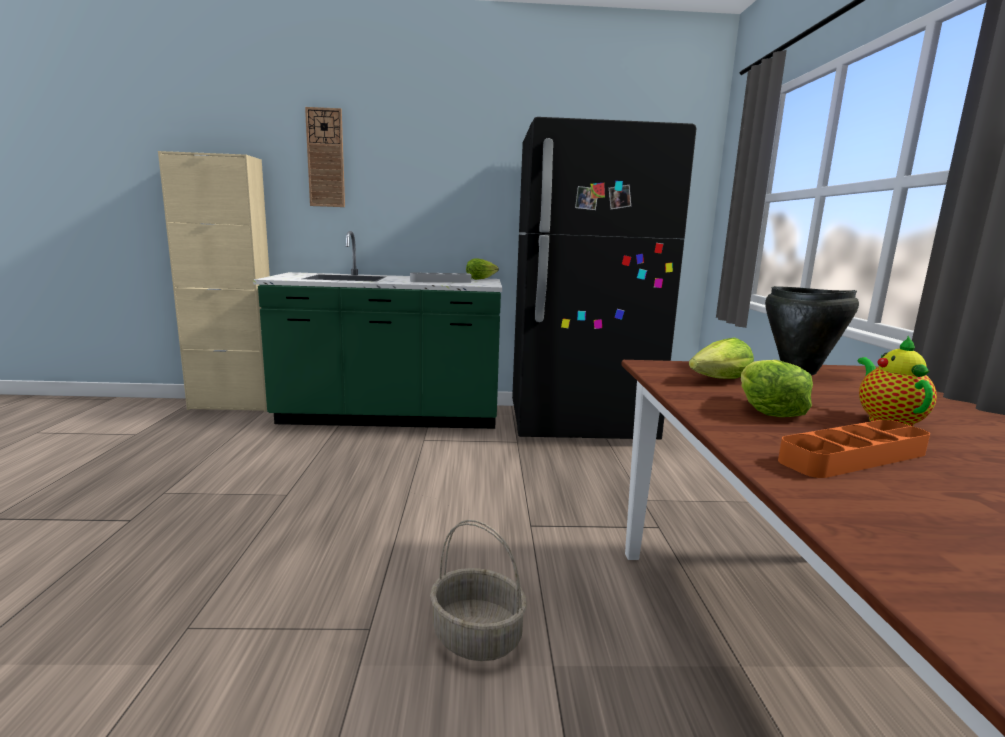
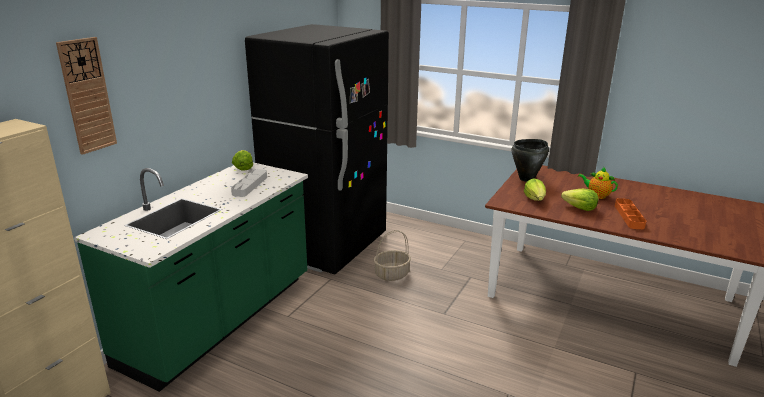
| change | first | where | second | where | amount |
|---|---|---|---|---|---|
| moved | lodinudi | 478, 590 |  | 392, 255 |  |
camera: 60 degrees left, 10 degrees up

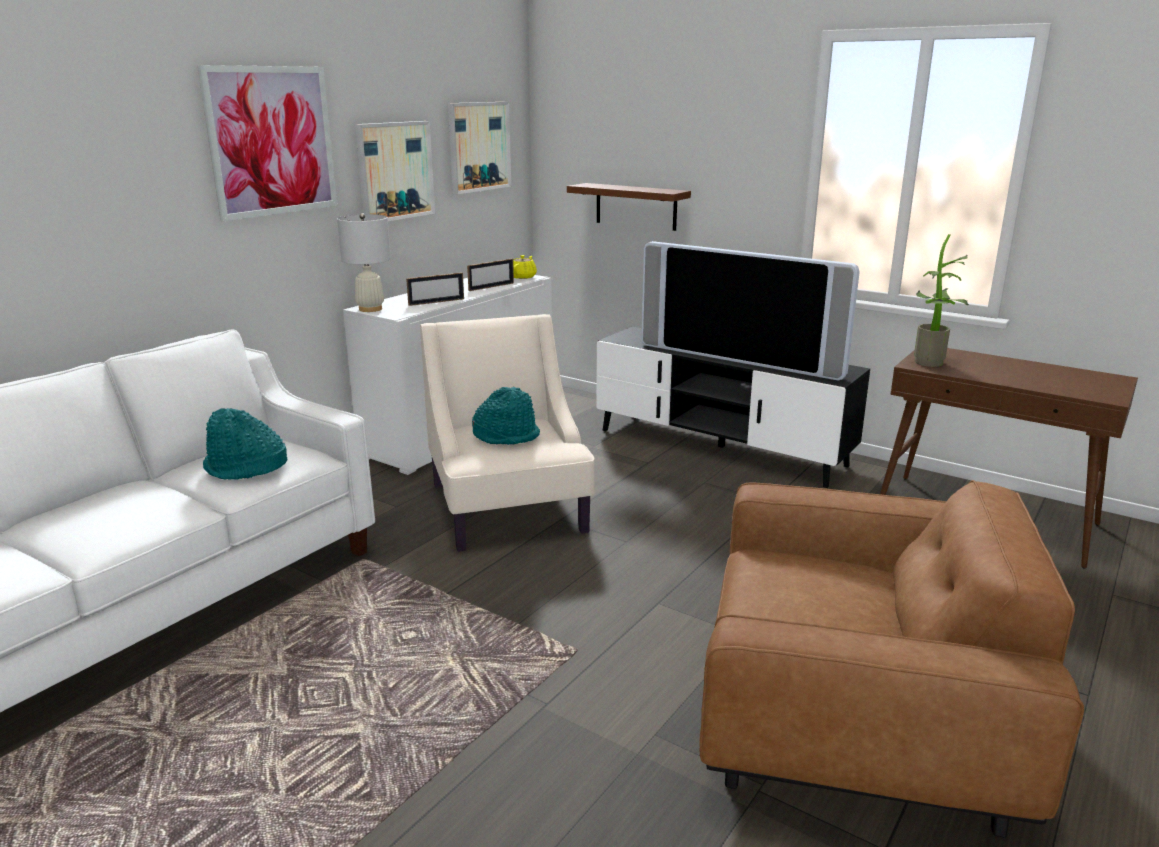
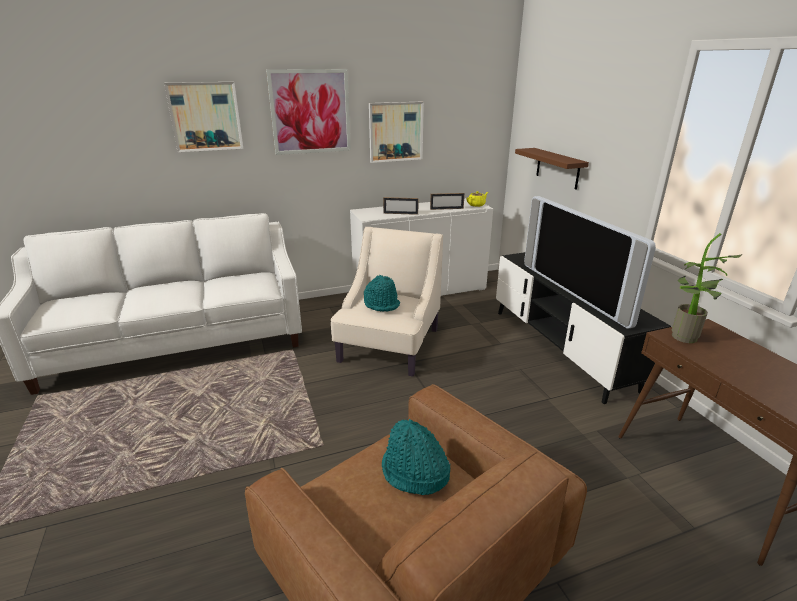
| change | first | where | second | where | amount |
|---|---|---|---|---|---|
| moved | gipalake | 479, 148 |  | 204, 117 |  |
| removed | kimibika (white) | 364, 262 |  |  |  |
| moved | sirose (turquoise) | 245, 444 |  | 416, 457 |  |
camera: 35 degrees right, 5 degrees up

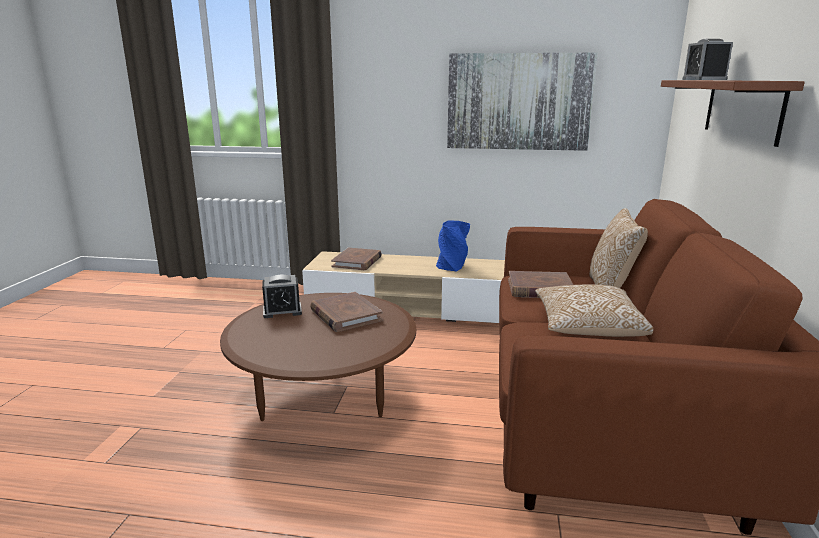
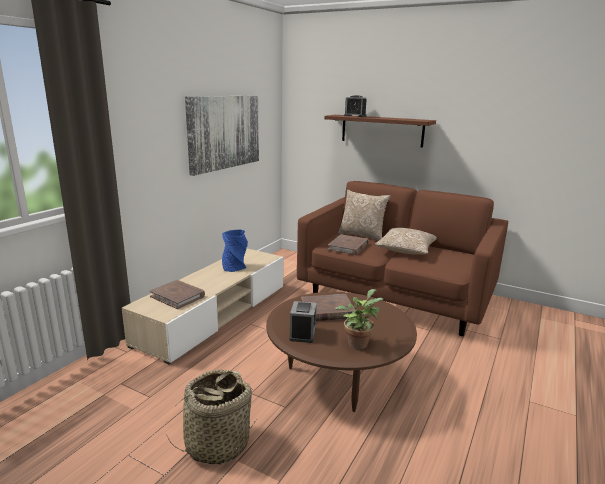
| change | first | where | second | where | amount |
|---|---|---|---|---|---|
| added |  |  | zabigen | 359, 319 |  |
| added |  |  | lodinudi | 211, 417 |  |
camera: 70 degrees left, 0 degrees up

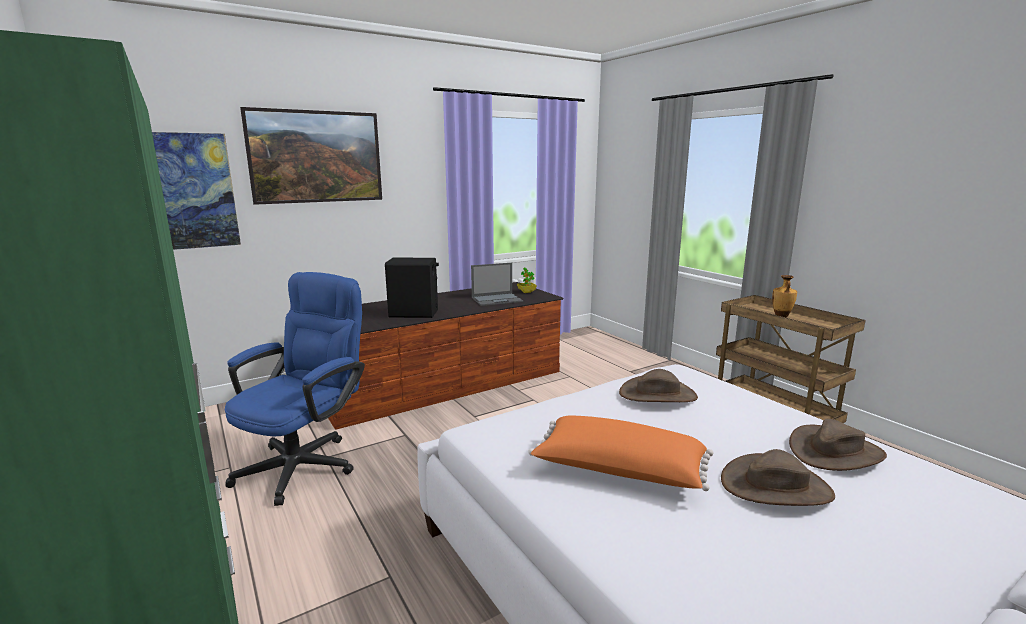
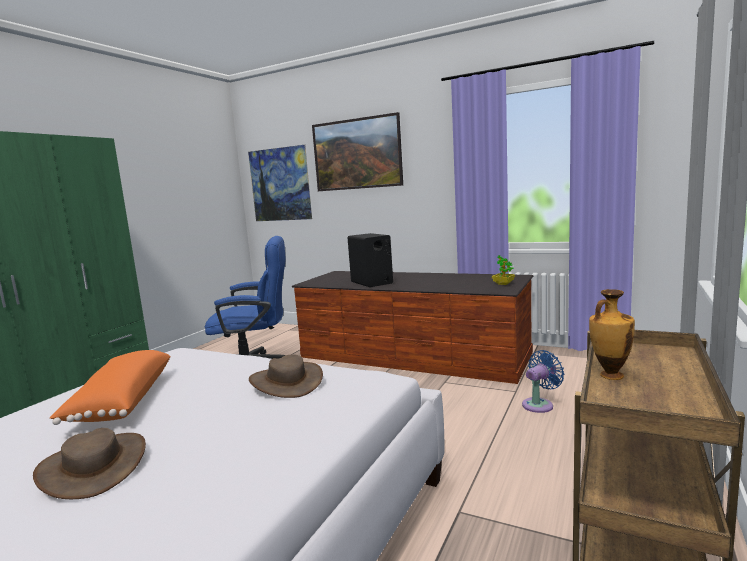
| change | first | where | second | where | amount |
|---|---|---|---|---|---|
| removed | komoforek | 497, 284 |  |  |  |
| removed | sirose (brown) | 838, 445 |  |  |  |
| added |  |  | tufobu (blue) | 543, 381 |  |
camera: 60 degrees right, 5 degrees down

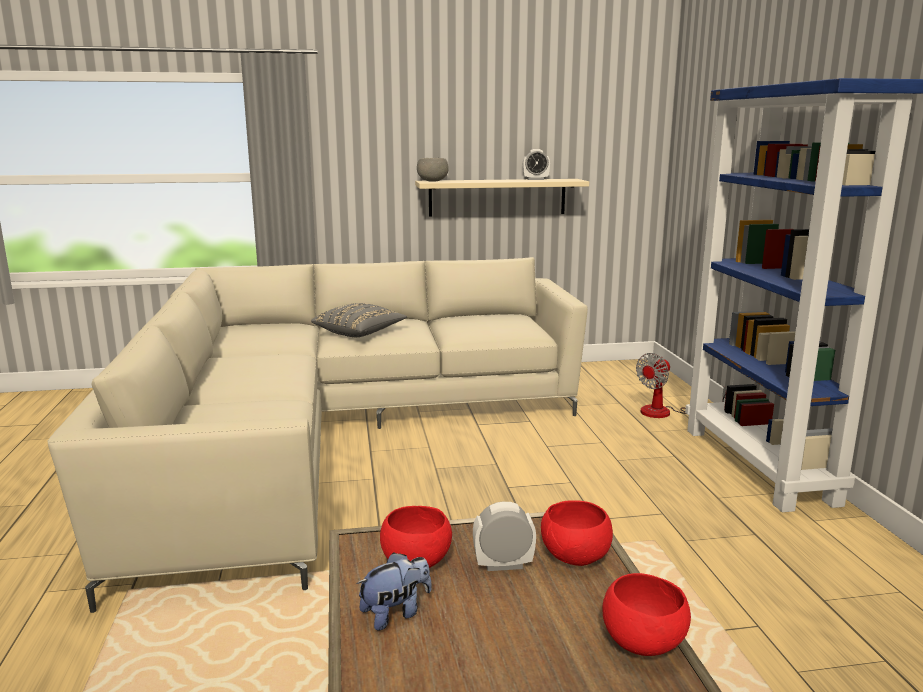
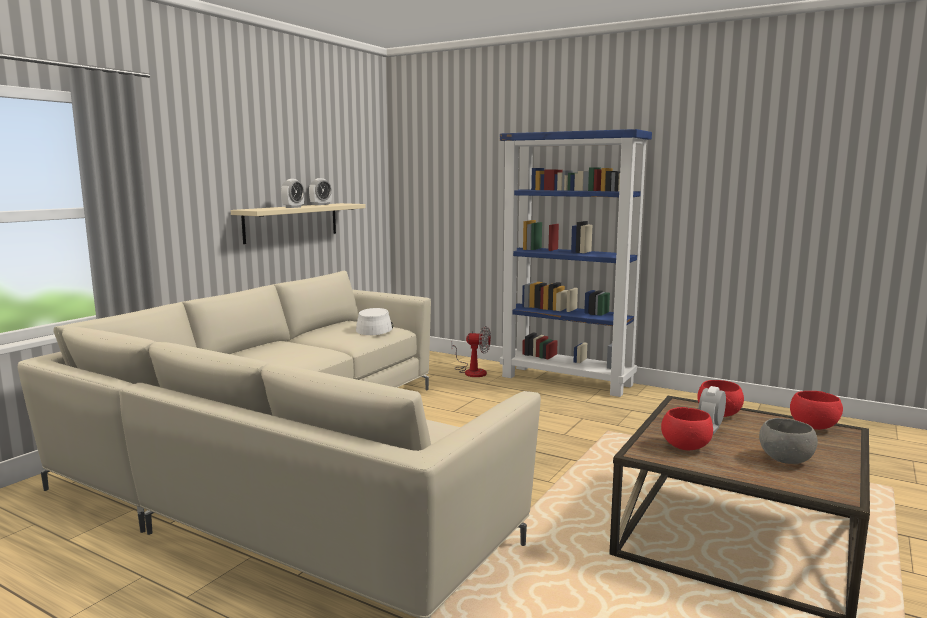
| change | first | where | second | where | amount |
|---|---|---|---|---|---|
| moved | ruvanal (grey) | 433, 170 |  | 788, 441 |  |
| removed | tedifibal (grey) | 359, 320 |  |  |  |
| turned | tufobu | 681, 385 |  | 471, 351 | 75 degrees counterclockwise |
| removed | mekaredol | 394, 591 |  |  |  |
| added |  |  | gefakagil | 292, 193 |  |
| added |  |  | sirose (white) | 375, 321 |  |
camera: 50 degrees left, 5 degrees down

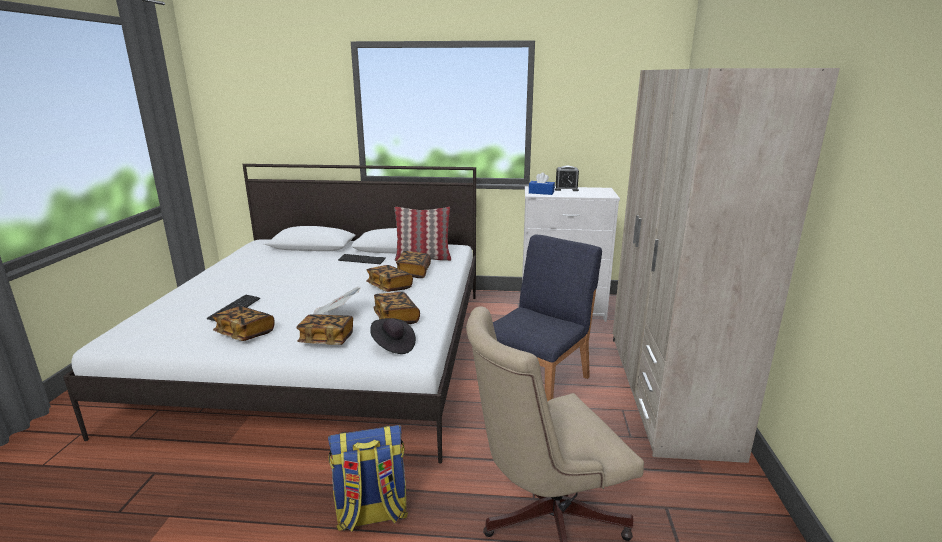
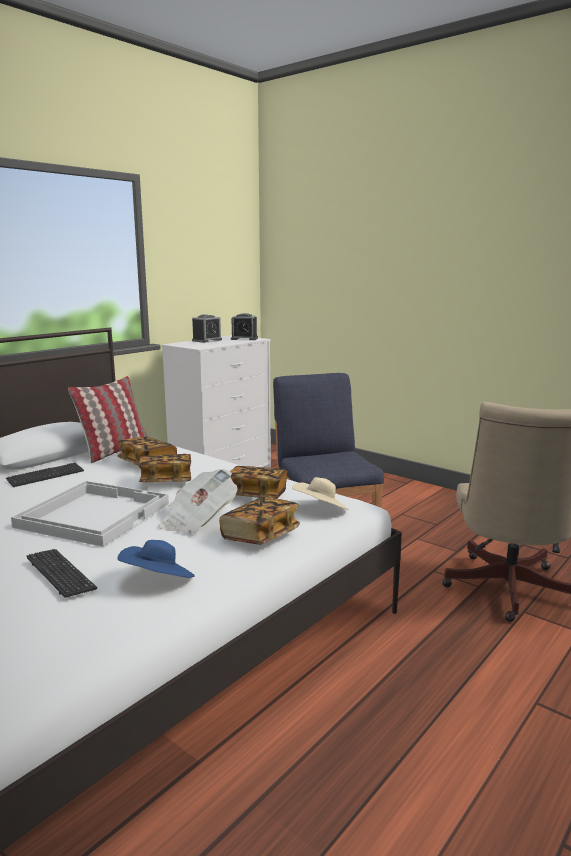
| change | first | where | second | where | amount |
|---|---|---|---|---|---|
| removed | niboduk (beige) | 726, 265 |  |  |  |
| removed | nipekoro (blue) | 542, 183 |  |  |  |
| replaced | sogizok | 243, 323 | sirose (blue) | 156, 559 |  |
| recoloured | sirose (black) | 393, 336 | sirose (beige) | 320, 493 |  |
| removed | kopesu | 368, 478 |  |  |  |
| added |  |  | gefakagil | 244, 326 |  |
| added |  |  | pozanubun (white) | 90, 514 |  |
camera: 55 degrees left, 5 degrees down

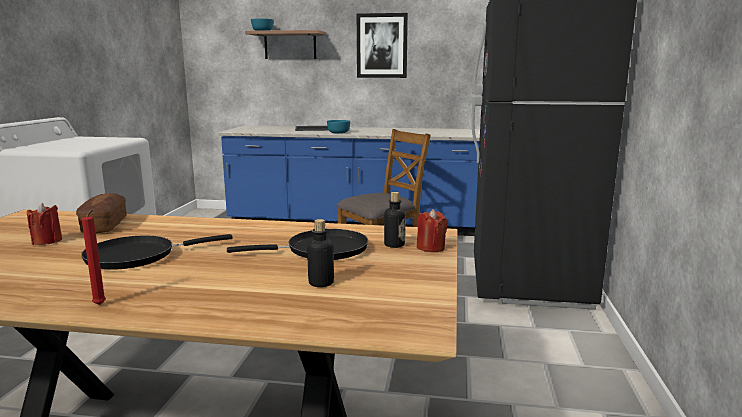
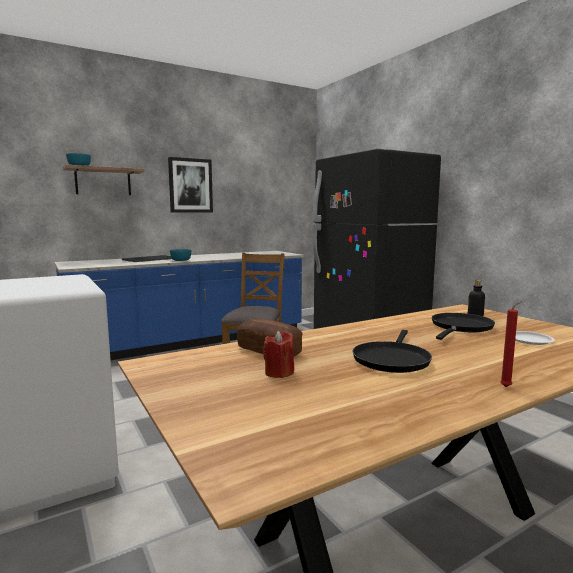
| change | first | where | second | where | amount |
|---|---|---|---|---|---|
| removed | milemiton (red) | 432, 230 |  |  |  |
| replaced | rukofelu | 320, 253 | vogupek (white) | 535, 338 |  |
camera: 40 degrees left, 5 degrees down

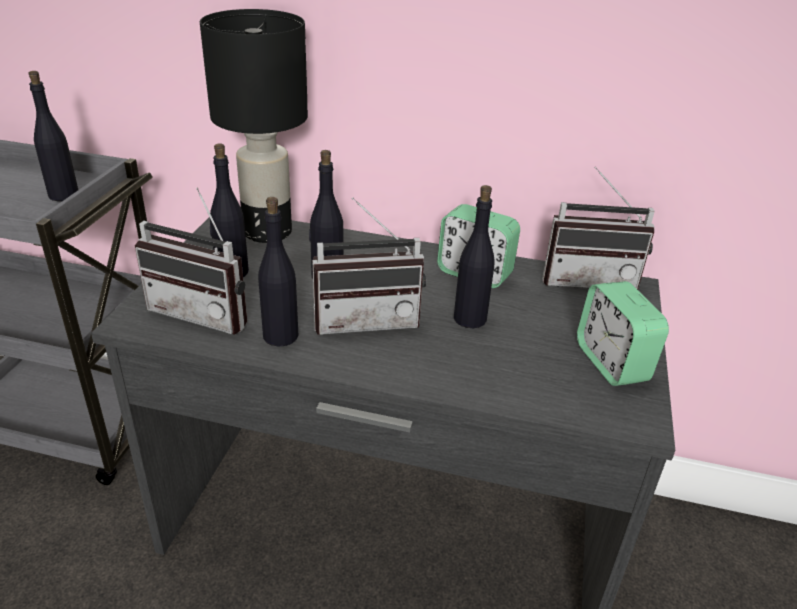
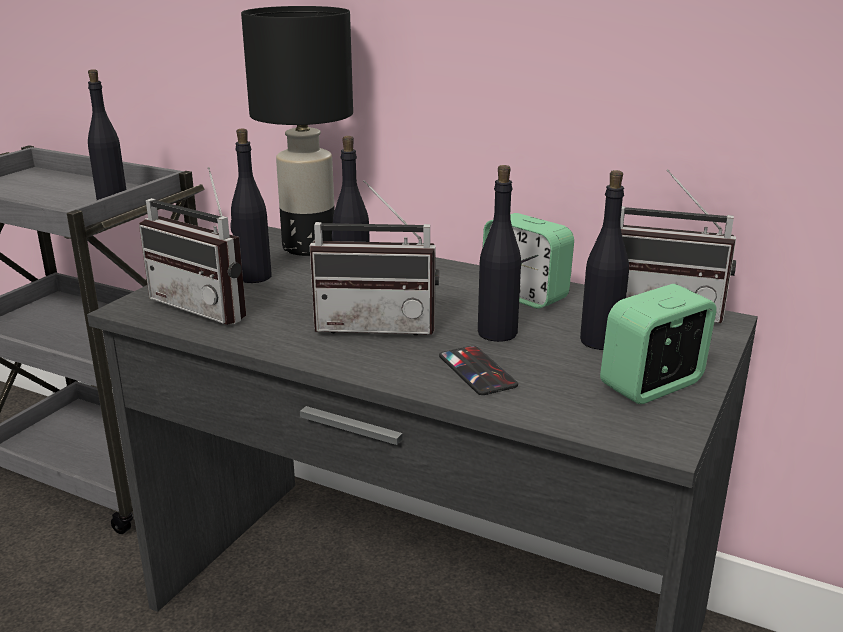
| change | first | where | second | where | amount |
|---|---|---|---|---|---|
| moved | rukofelu (black) | 278, 272 |  | 604, 260 |  |
| turned | gefakagil | 623, 333 |  | 658, 344 | 60 degrees clockwise |
| added |  |  | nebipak | 478, 370 |  |
camera: 15 degrees right, 10 degrees down

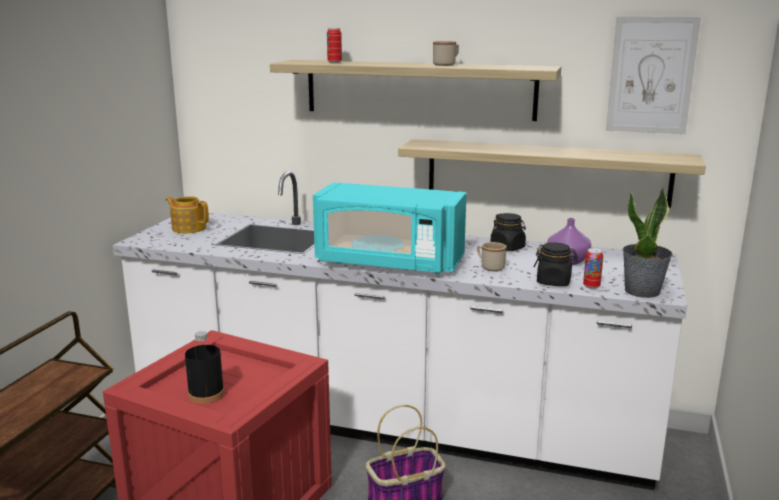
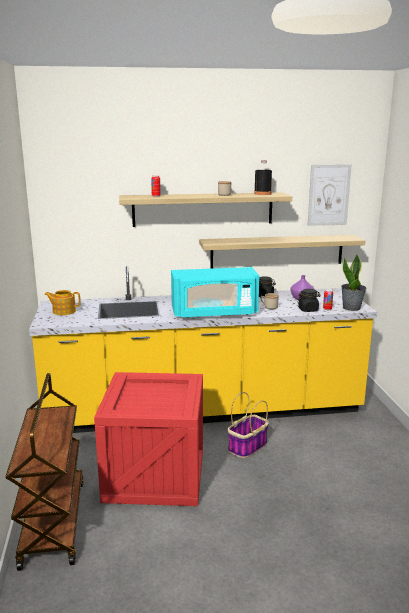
| change | first | where | second | where | amount |
|---|---|---|---|---|---|
| recoloured | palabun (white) | 400, 330 | palabun (yellow) | 203, 349 |  |
| moved | rukofelu (black) | 204, 367 |  | 263, 177 |  |
camera: 25 degrees left, 0 degrees up

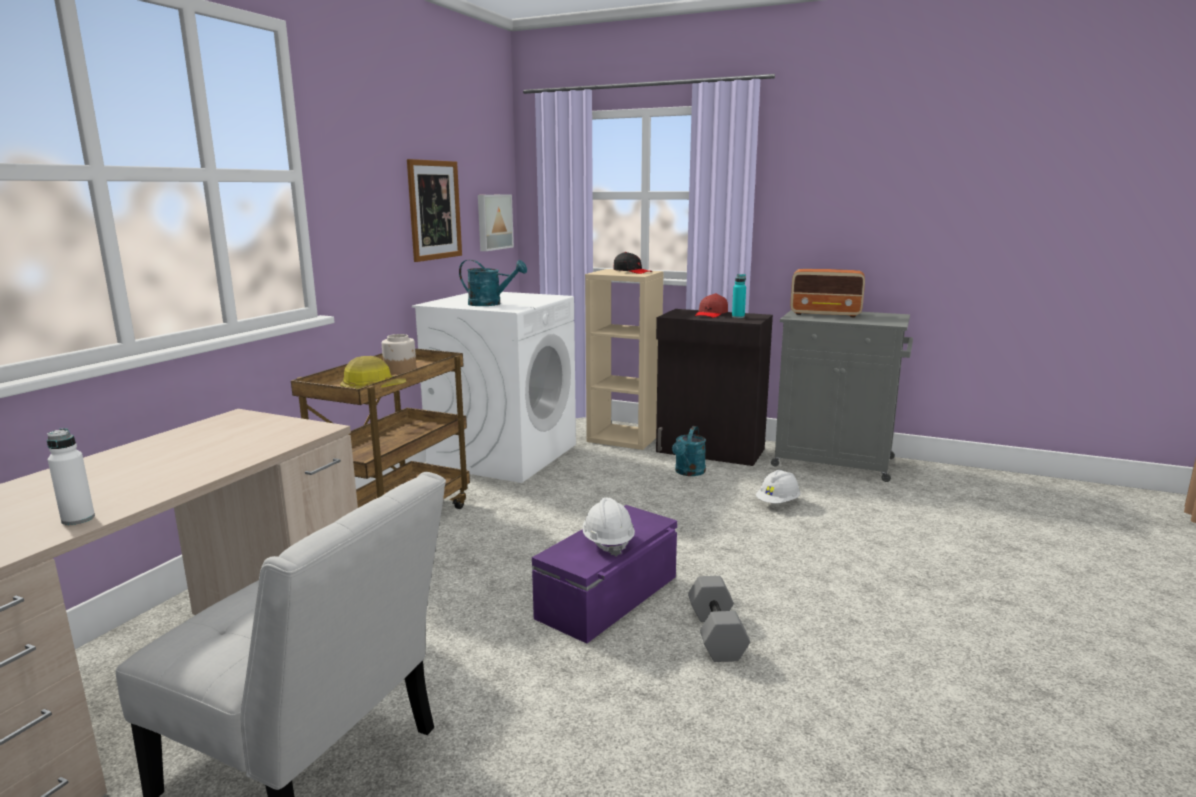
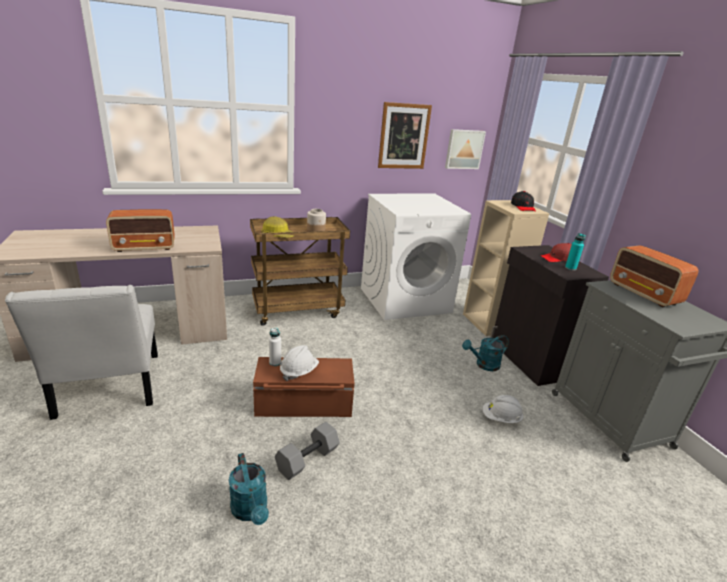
| change | first | where | second | where | amount |
|---|---|---|---|---|---|
| moved | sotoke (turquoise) | 493, 283 |  | 248, 489 |  |
| moved | rukofelu (white) | 71, 476 |  | 275, 347 |  |
| recoloured | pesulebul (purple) | 604, 574 | pesulebul (brown) | 304, 387 |  |
| added |  |  | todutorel | 140, 230 |  |
camera: 45 degrees right, 10 degrees up

